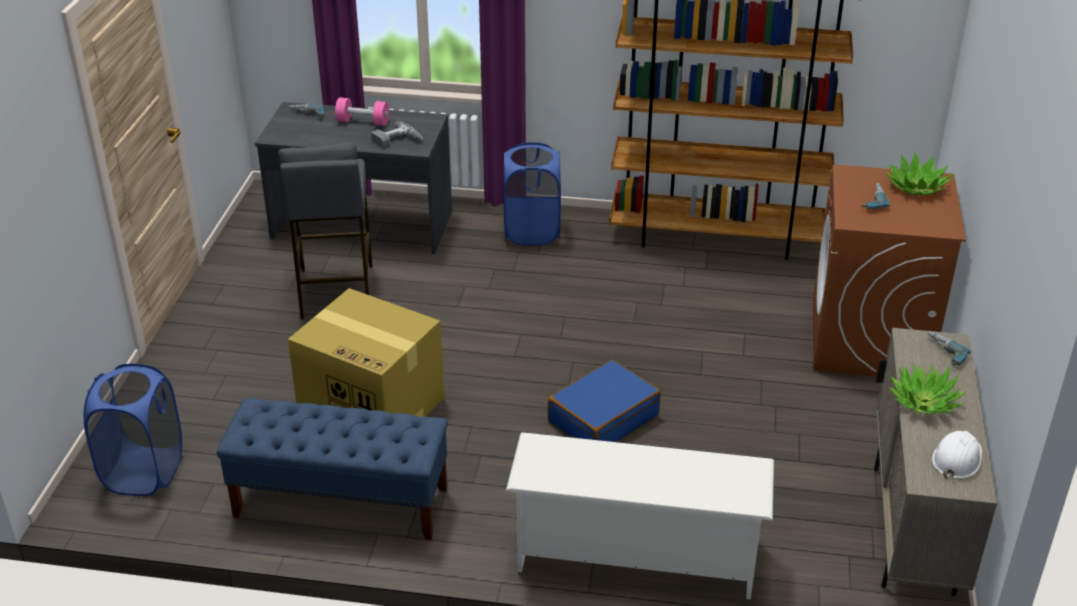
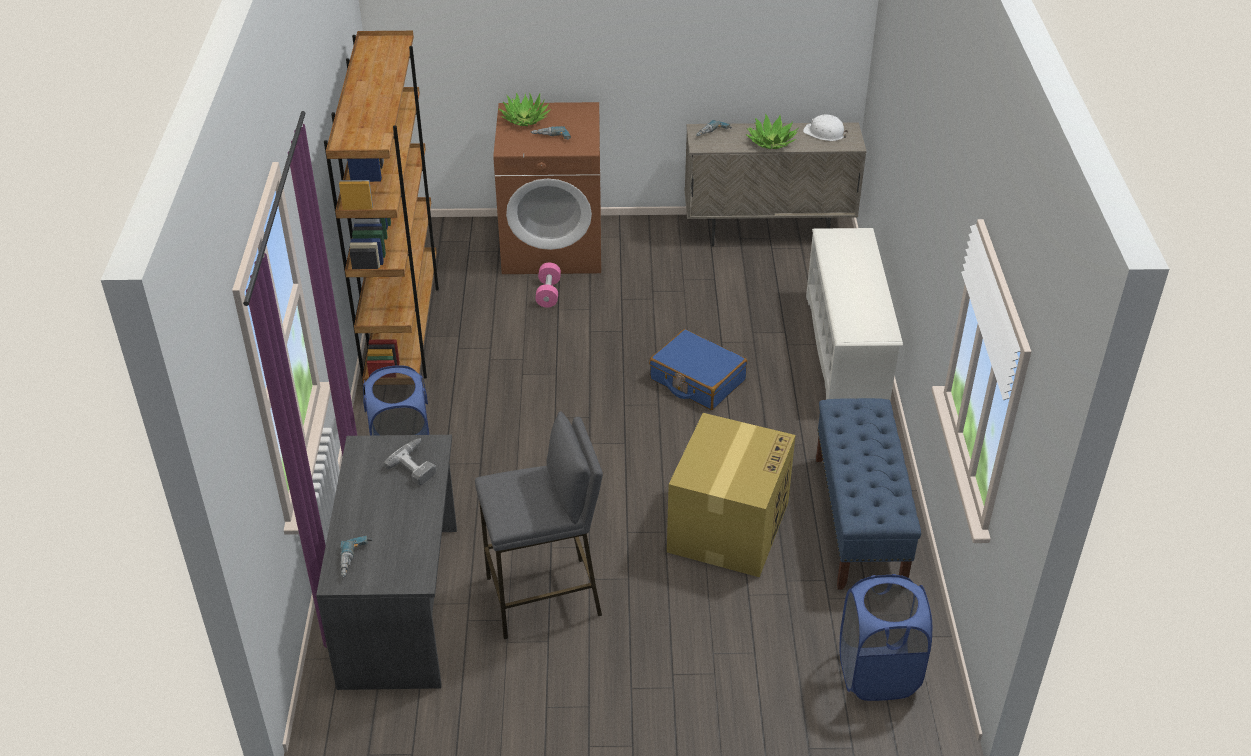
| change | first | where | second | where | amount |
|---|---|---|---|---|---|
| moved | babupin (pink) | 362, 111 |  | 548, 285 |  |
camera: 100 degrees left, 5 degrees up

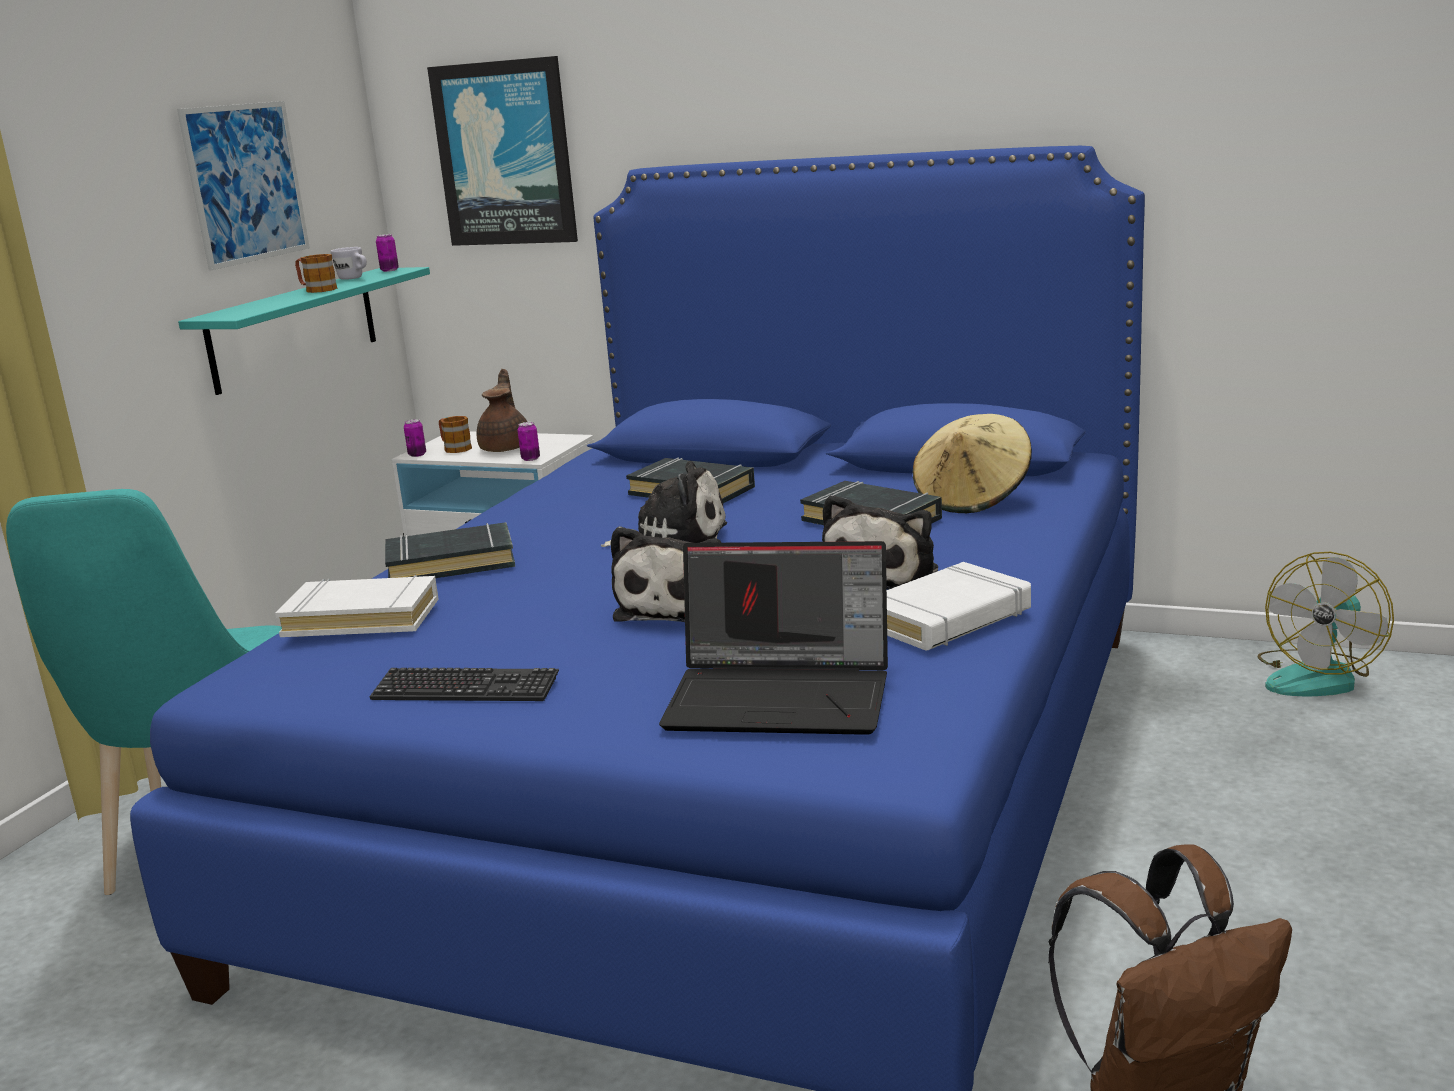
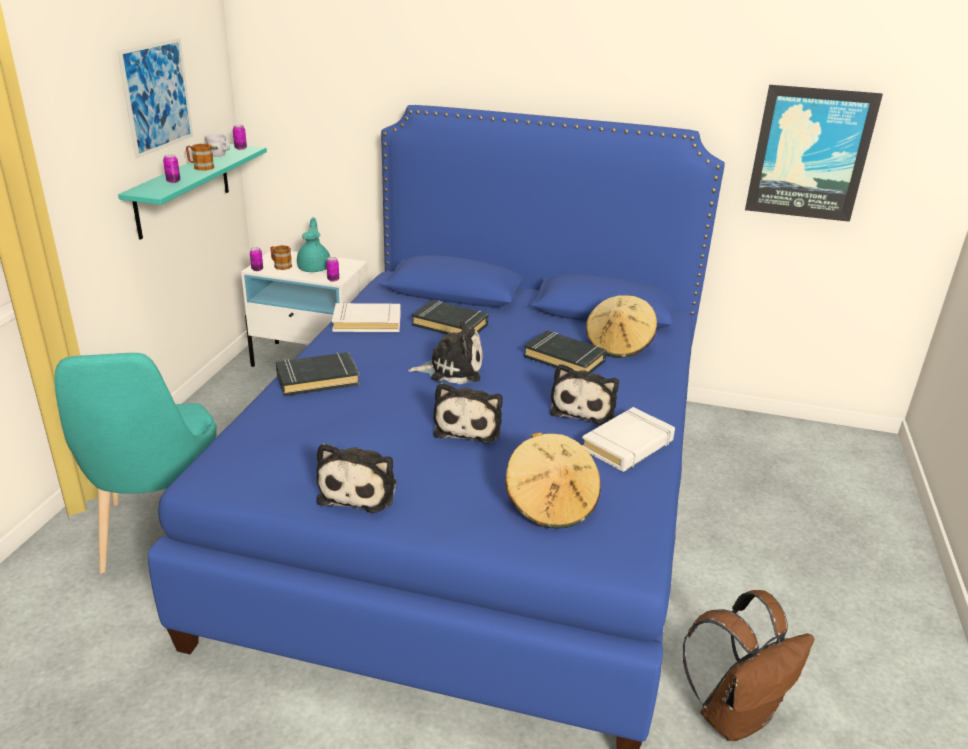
| change | first | where | second | where | amount |
|---|---|---|---|---|---|
| moved | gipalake | 502, 151 |  | 814, 153 |  |
| recoloured | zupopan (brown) | 502, 410 | zupopan (turquoise) | 313, 244 |  |
| replaced | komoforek | 773, 638 | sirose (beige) | 553, 480 |  |
| removed | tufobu | 1326, 624 |  |  |  |
| moved | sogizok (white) | 357, 606 |  | 366, 317 |  |
| replaced | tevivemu | 464, 684 | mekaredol | 356, 478 |  |
| added |  |  | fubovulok | 171, 168 |  |
camera: 10 degrees left, 10 degrees up

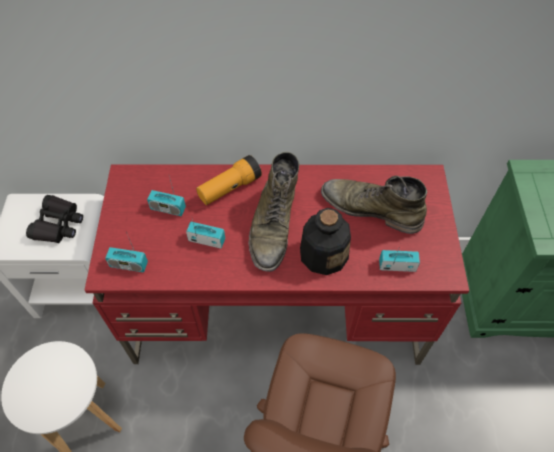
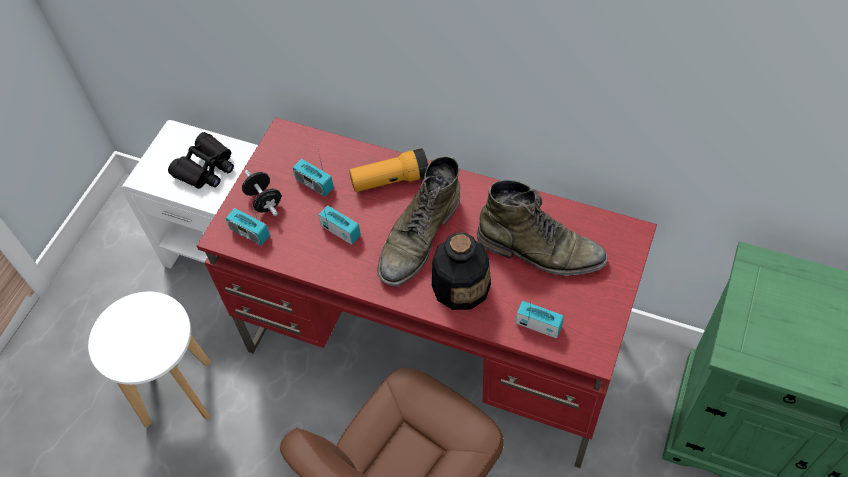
| change | first | where | second | where | amount |
|---|---|---|---|---|---|
| turned | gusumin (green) | 374, 205 |  | 542, 228 | 150 degrees clockwise |
| added |  |  | babupin (black) | 261, 193 |  |
camera: 25 degrees right, 0 degrees up

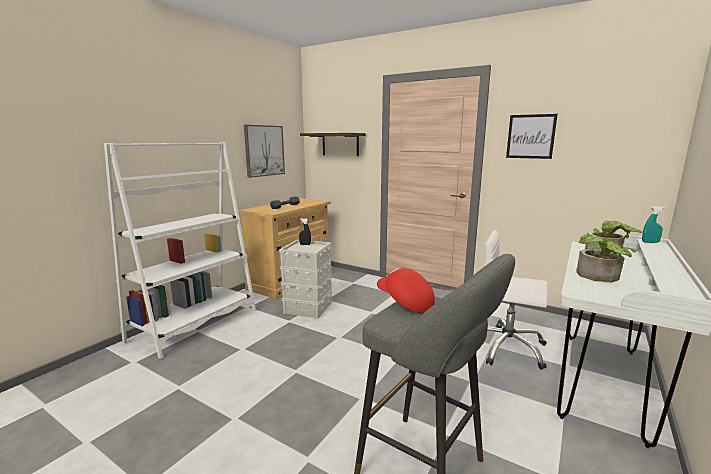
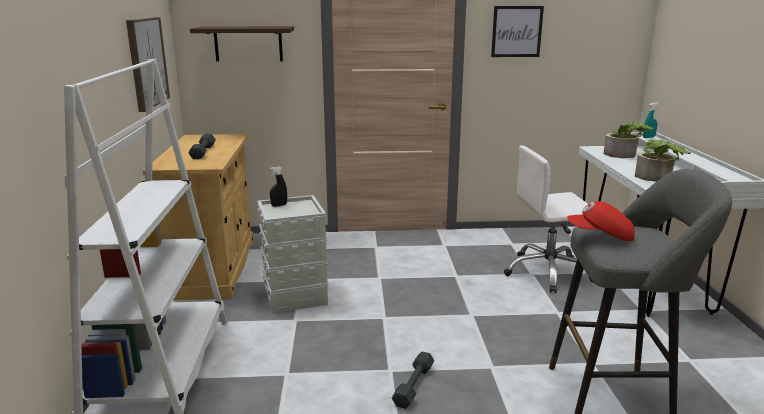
| change | first | where | second | where | amount |
|---|---|---|---|---|---|
| added |  |  | babupin (grey) | 413, 380 |  |
camera: 35 degrees left, 5 degrees up

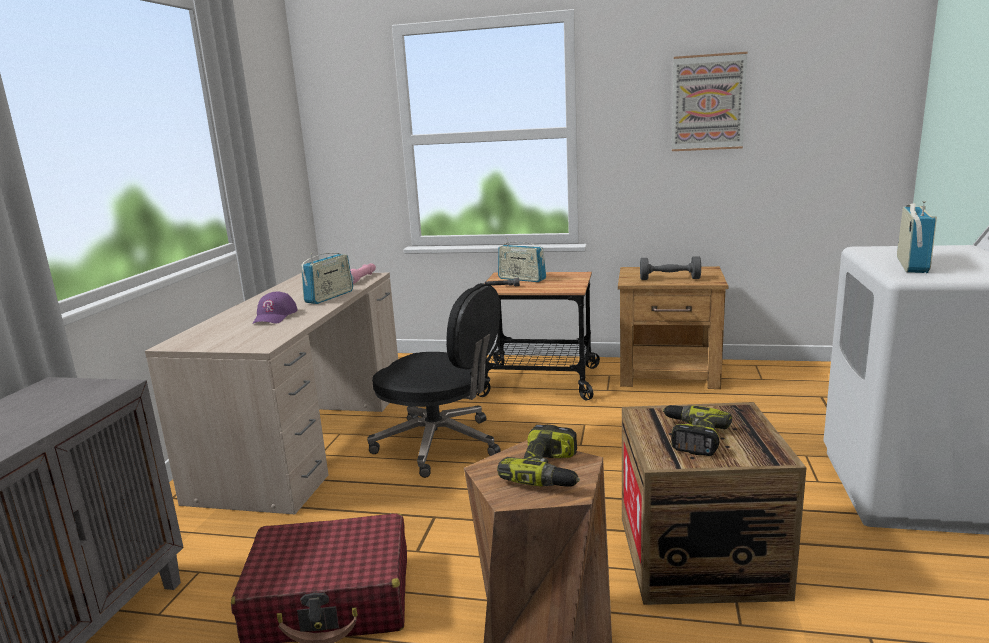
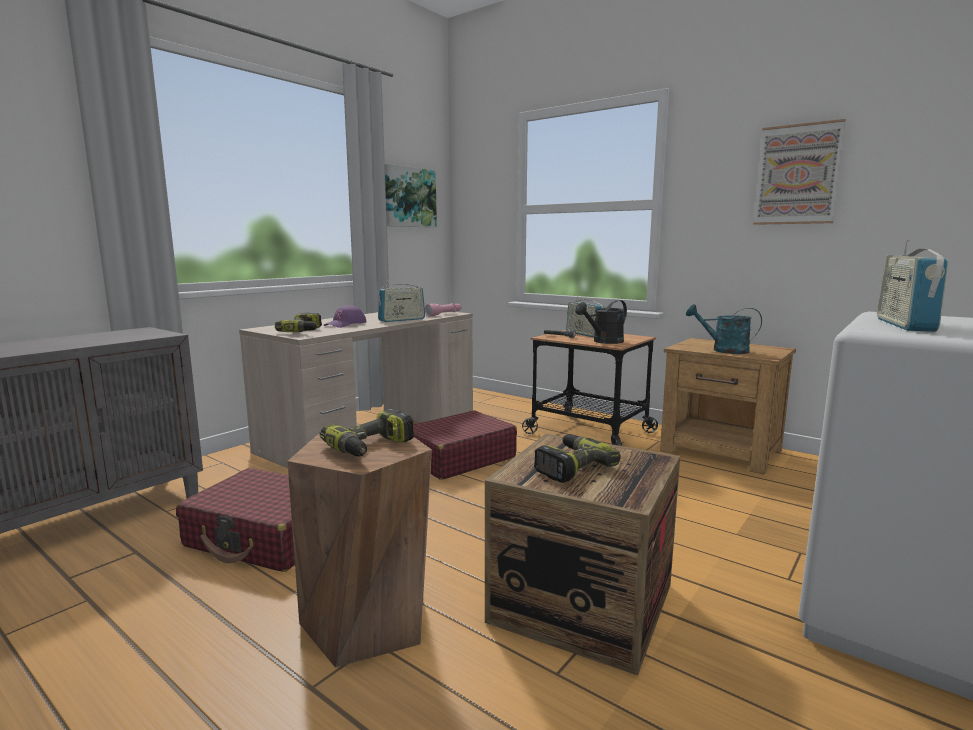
| change | first | where | second | where | amount |
|---|---|---|---|---|---|
| turned | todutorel | 917, 237 |  | 913, 286 | 150 degrees clockwise |
| replaced | babupin (grey) | 670, 268 | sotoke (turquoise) | 724, 329 |  |
| replaced | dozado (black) | 433, 380 | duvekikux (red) | 465, 445 |  |
| added |  |  | gipalake | 411, 196 |  |
| added |  |  | sotoke (black) | 601, 322 |  |
| added |  |  | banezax | 298, 322 |  |
camera: 25 degrees right, 5 degrees down

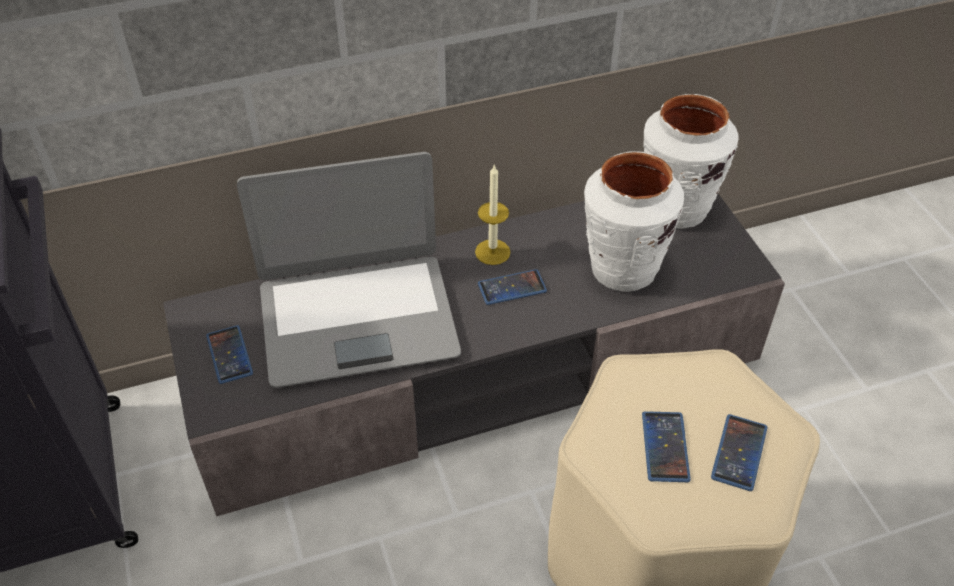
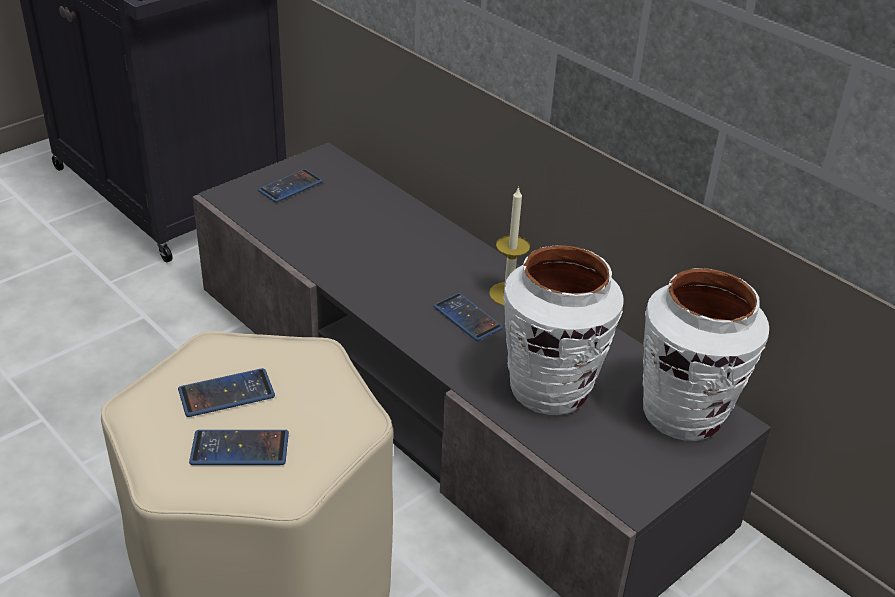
| change | first | where | second | where | amount |
|---|---|---|---|---|---|
| removed | komoforek | 349, 270 |  |  |  |
camera: 65 degrees right, 10 degrees down

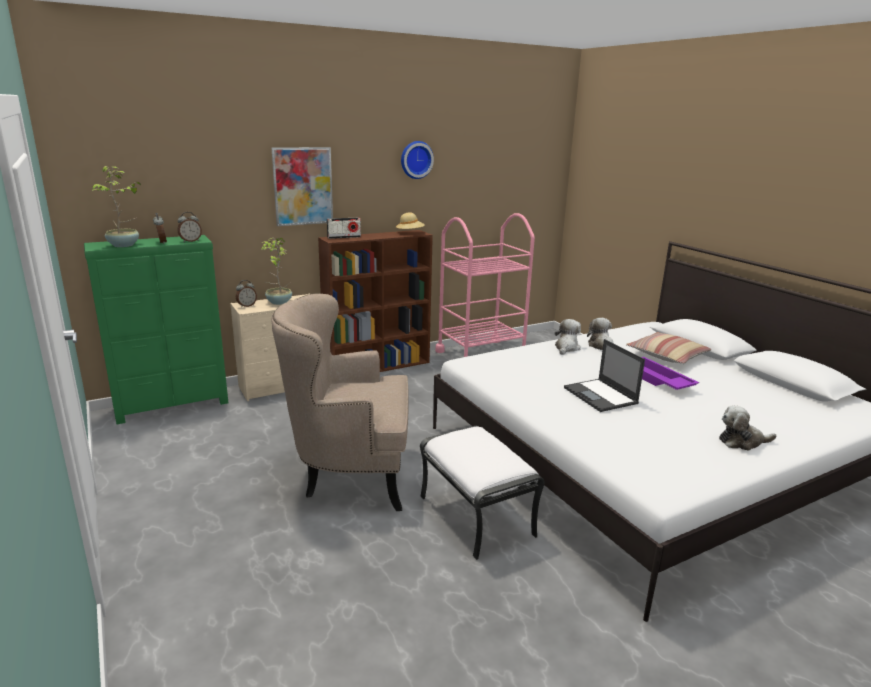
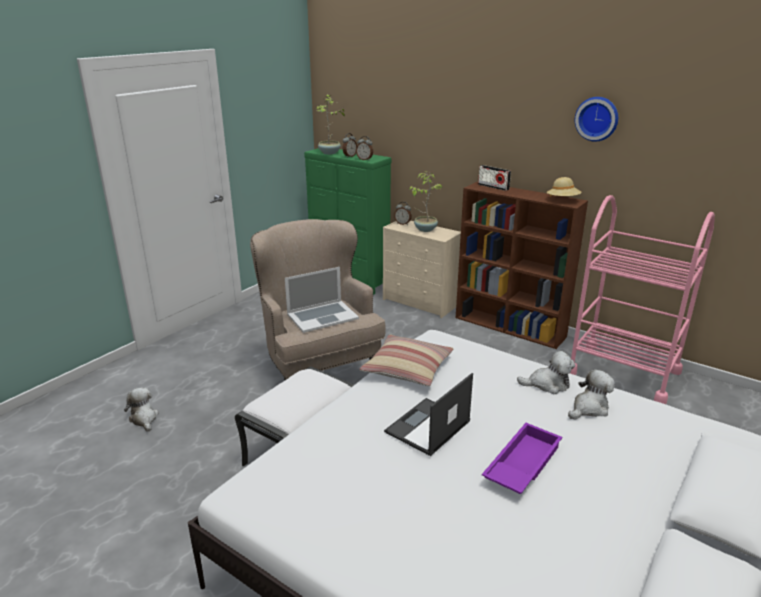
| change | first | where | second | where | amount |
|---|---|---|---|---|---|
| removed | gipalake | 302, 186 |  |  |  |
| moved | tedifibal | 668, 348 |  | 406, 360 |  |
| moved | mekaredol | 747, 428 |  | 141, 410 |  |
| added |  |  | komoforek | 322, 300 |  |
camera: 65 degrees right, 5 degrees up

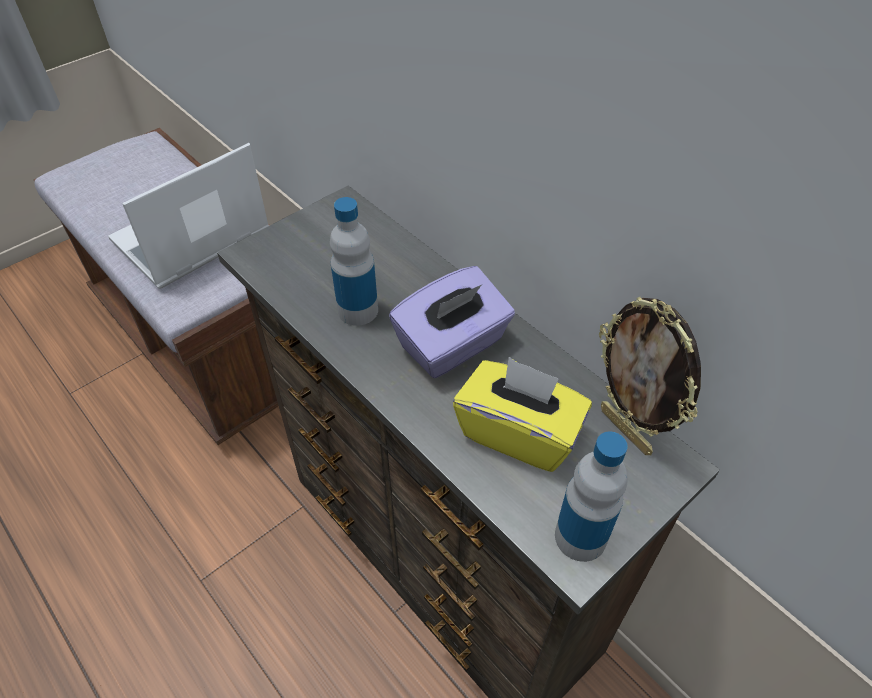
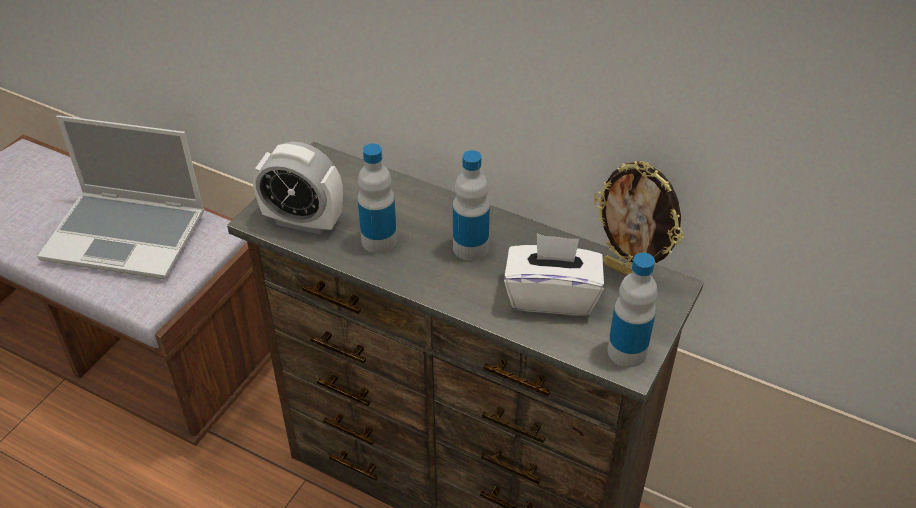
| change | first | where | second | where | amount |
|---|---|---|---|---|---|
| turned | komoforek | 188, 216 |  | 121, 197 | 105 degrees counterclockwise |
| replaced | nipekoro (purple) | 452, 322 | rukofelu | 471, 205 |  |
| recoloured | nipekoro (yellow) | 522, 414 | nipekoro (white) | 554, 275 |  |
| added |  |  | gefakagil | 298, 188 |  |
camera: 20 degrees left, 5 degrees down

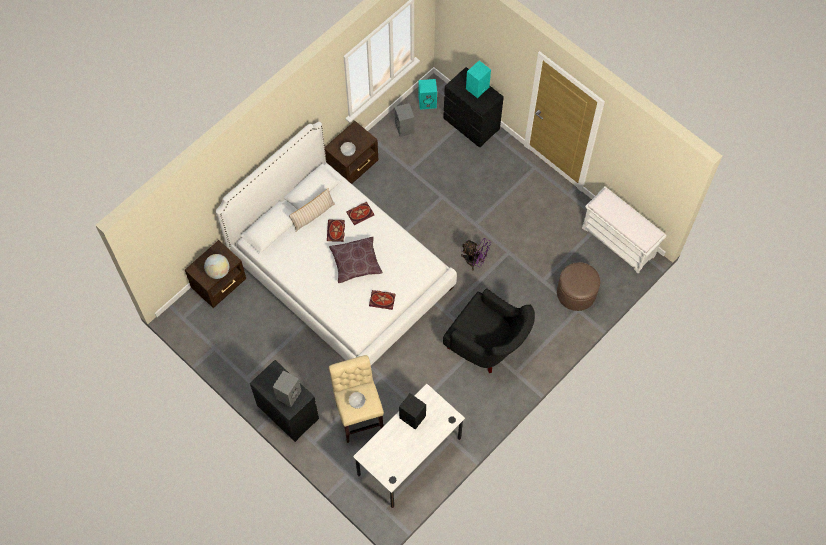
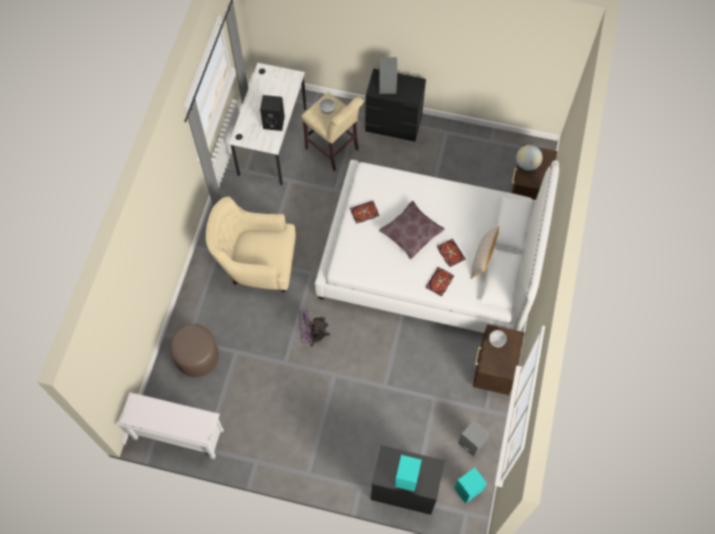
| change | first | where | second | where | amount |
|---|---|---|---|---|---|
| recoloured | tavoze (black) | 489, 330 | tavoze (beige) | 251, 244 |  |
camera: 150 degrees right, 0 degrees up

